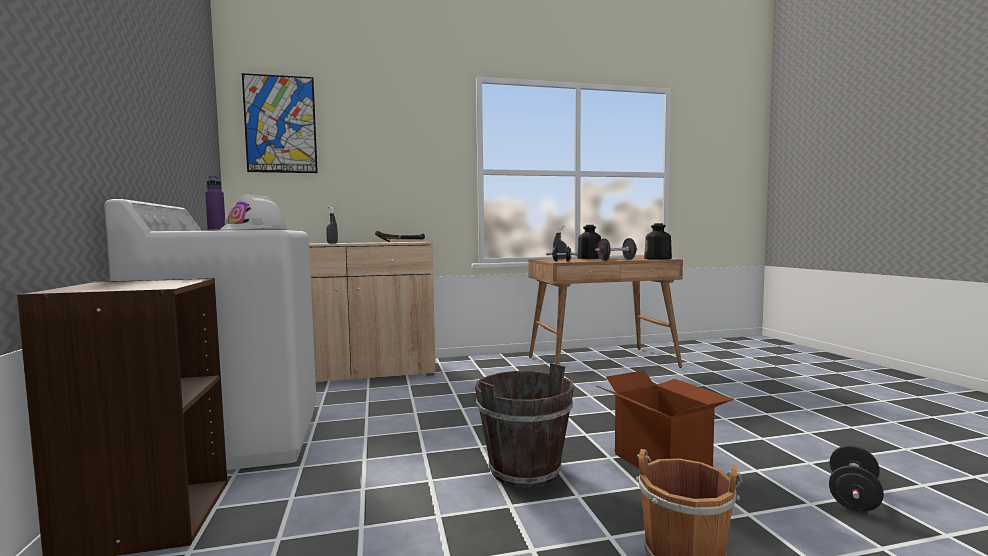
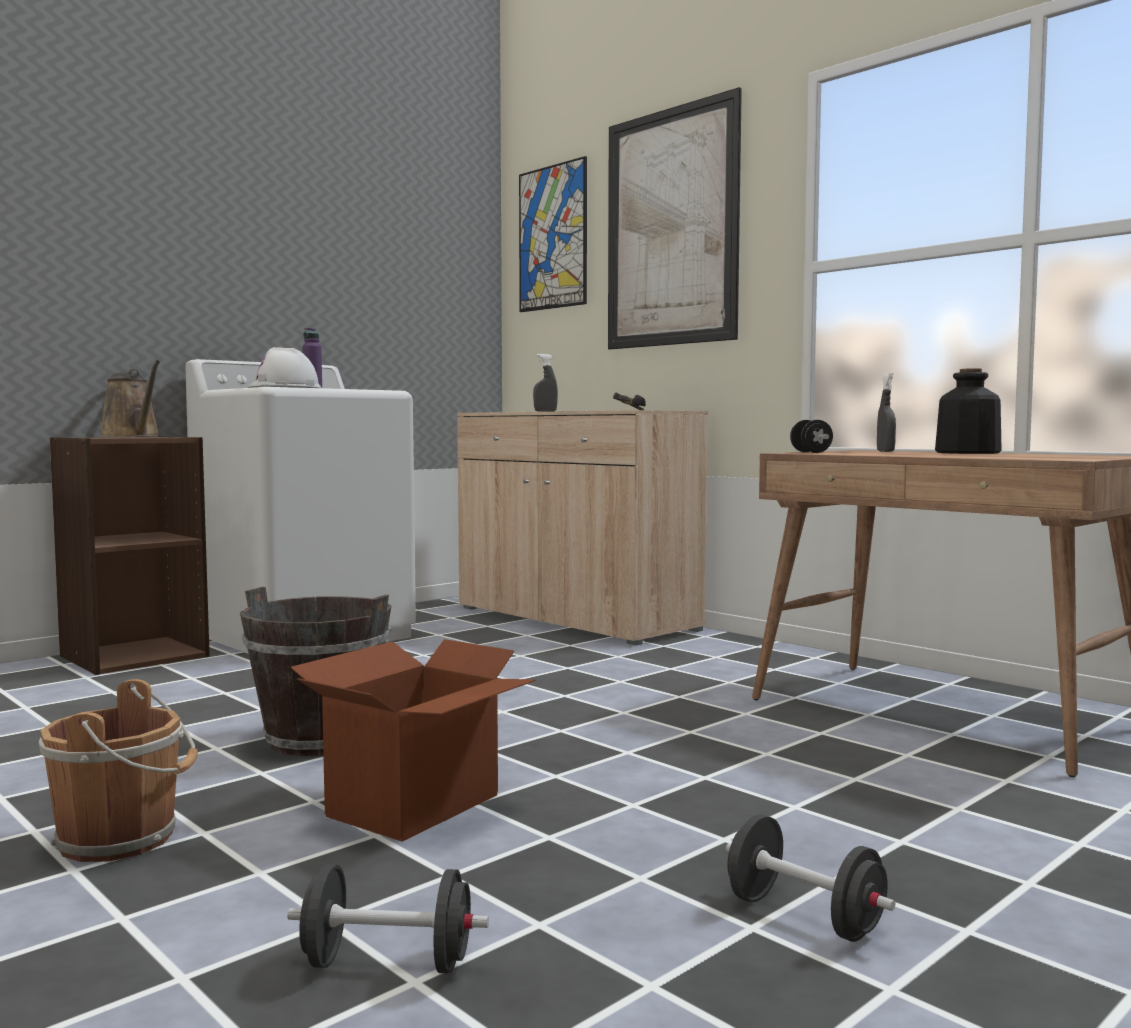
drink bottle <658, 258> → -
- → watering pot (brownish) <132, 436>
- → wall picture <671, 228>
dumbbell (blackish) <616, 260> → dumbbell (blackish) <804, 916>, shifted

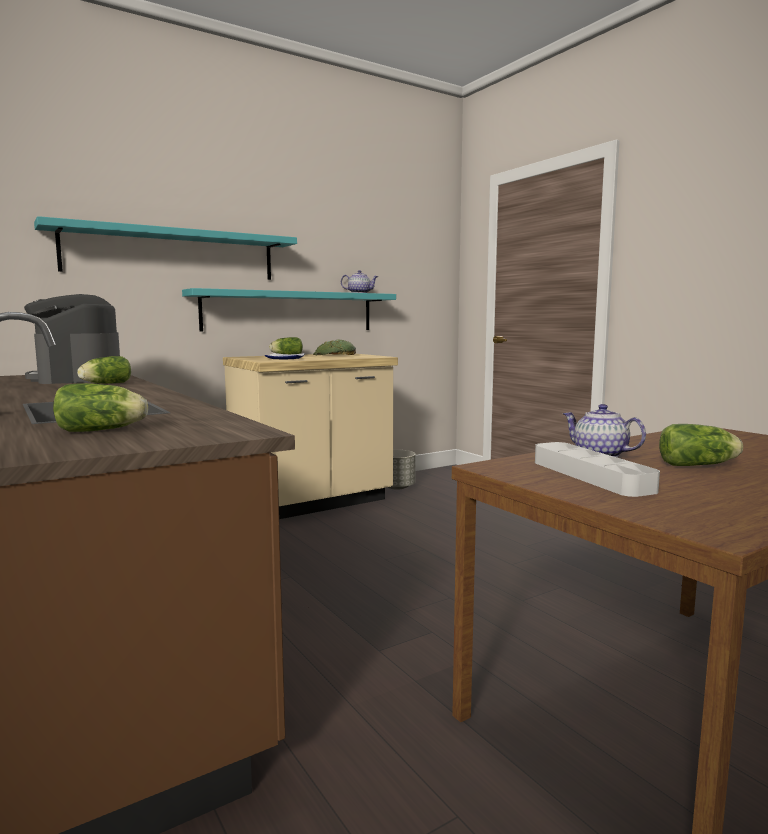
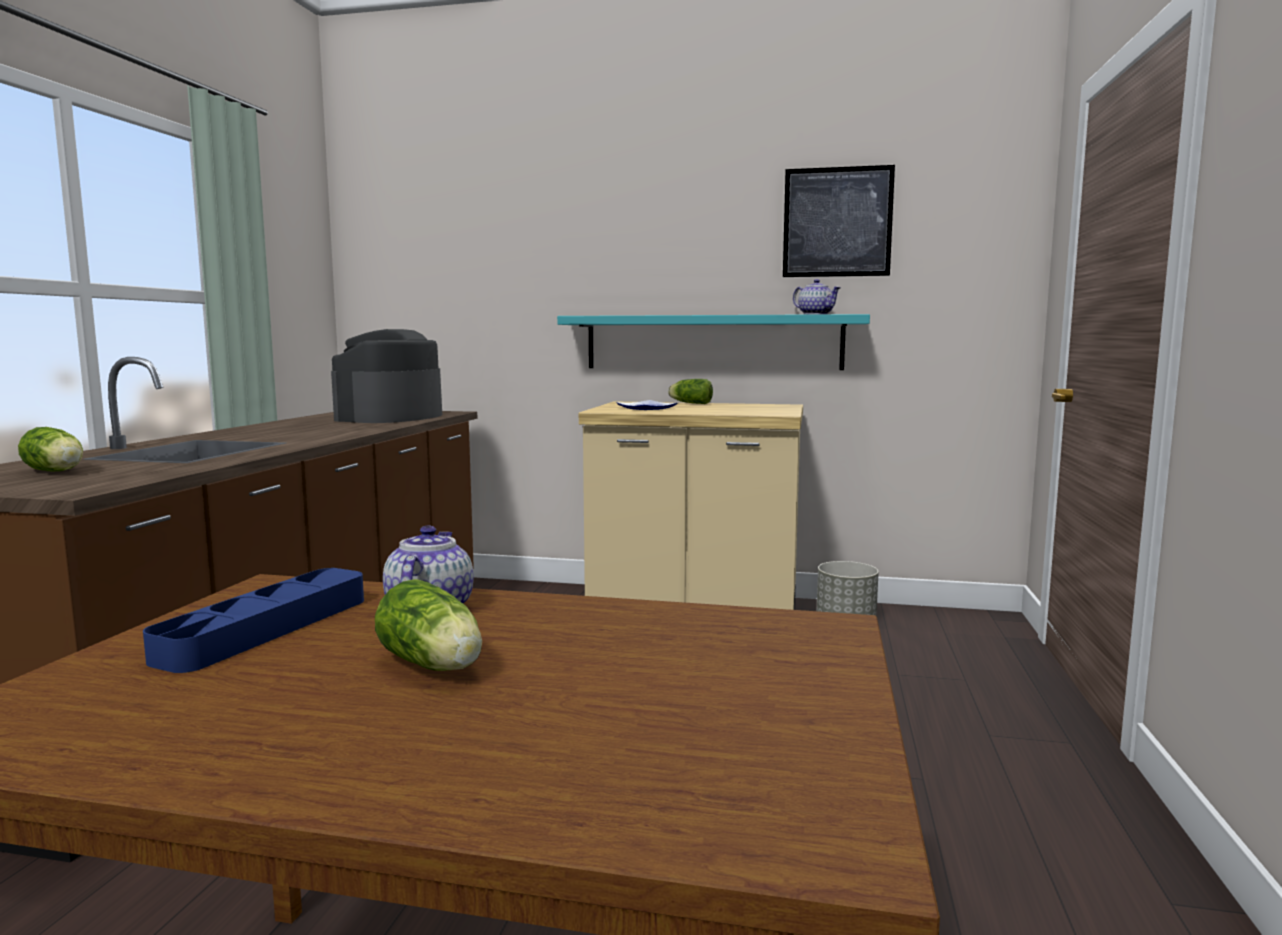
shelf (turquoise) <172, 254> → -
lettuce <104, 384> → -
bakery bread <335, 355> → -
- → wall picture <837, 222>
serving tray (greyish) <590, 475> → serving tray (blue-coloured) <266, 628>

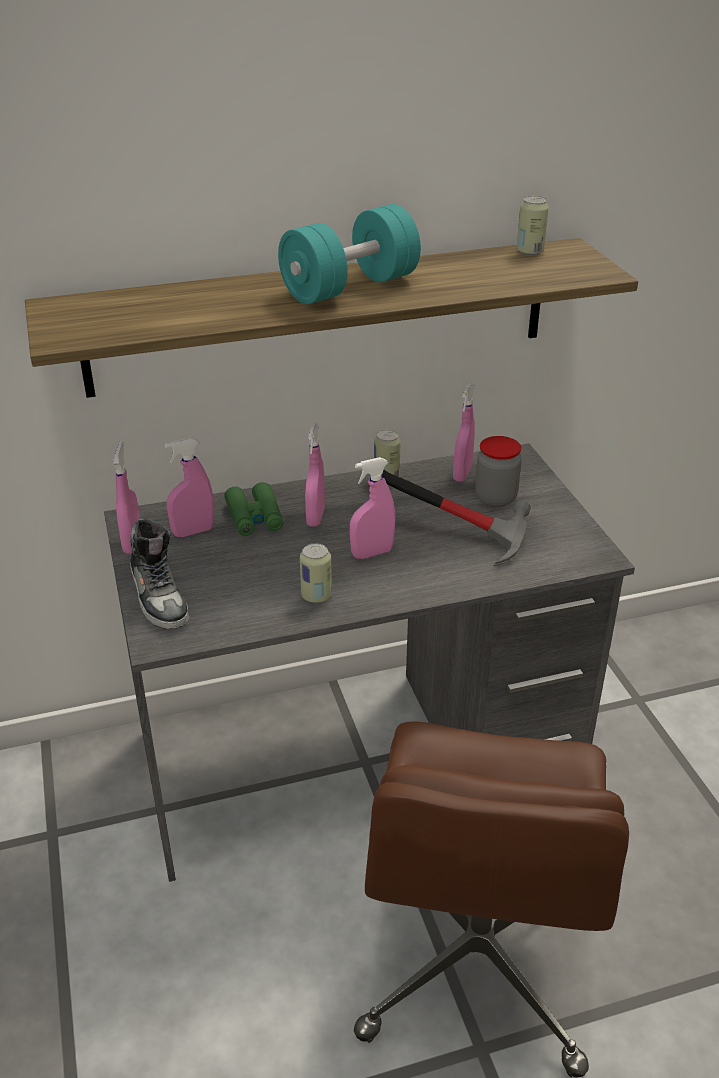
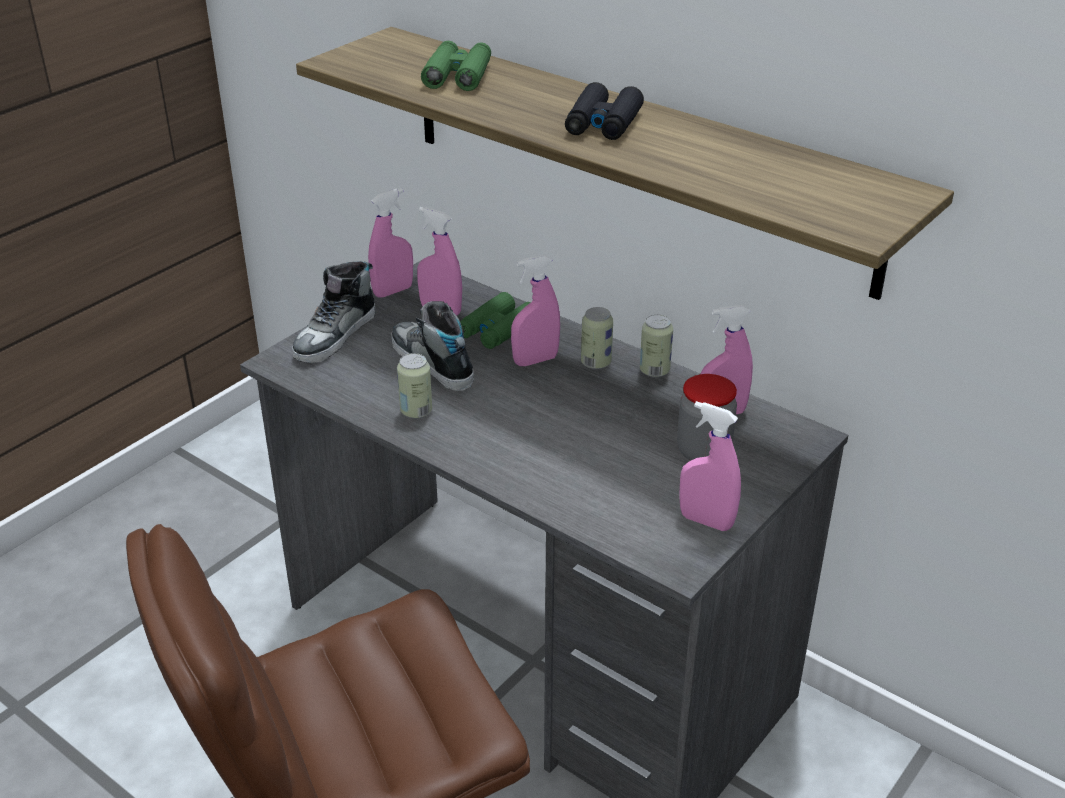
tool hammer <459, 534> → -
- → shoe <432, 363>
- → field glasses (green-coloured) <458, 75>
sprayer (pink) <372, 553> → sprayer (pink) <706, 521>, shifted
metal can <530, 252> → metal can <596, 363>, shifted
dumbbell (turquoise) <350, 287> → field glasses (blackish) <603, 124>

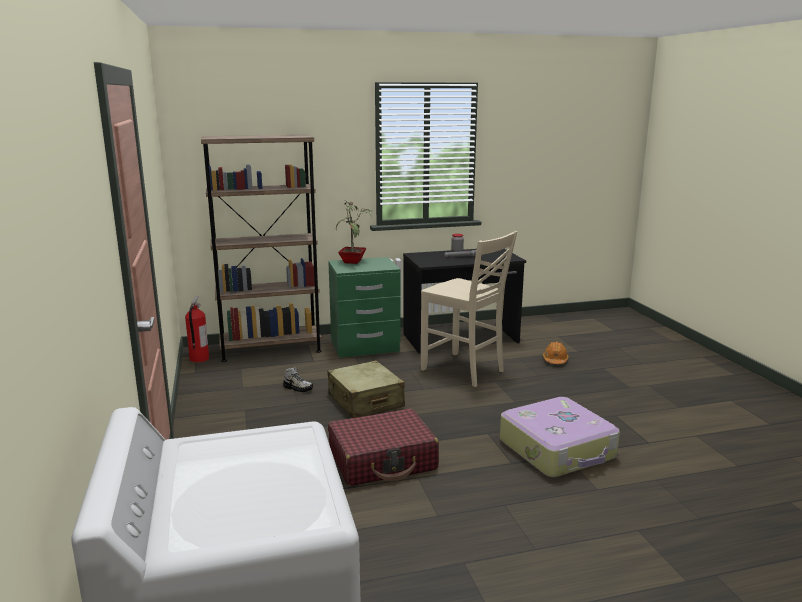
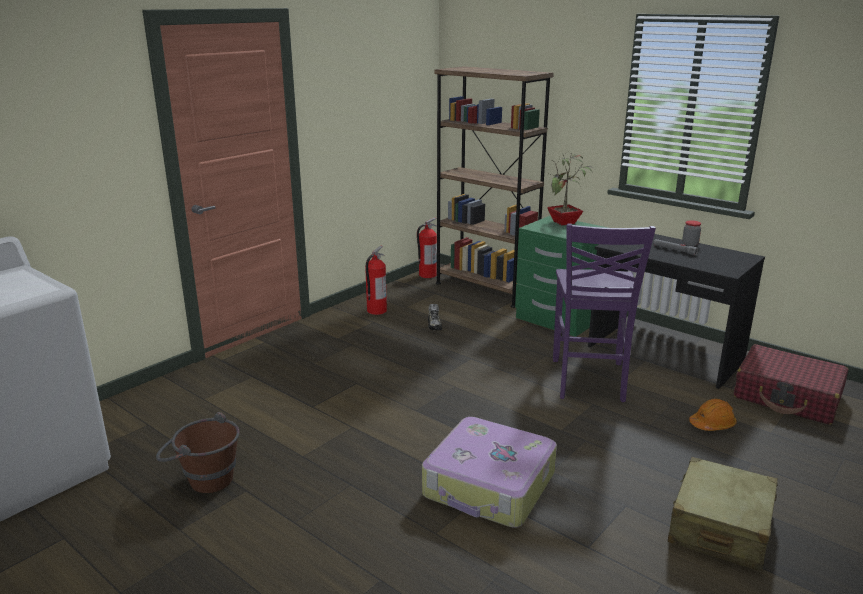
- → water bucket (brownish) <203, 478>
- → fire-fighting cylinder <376, 311>
travel case (sand-coloured) <365, 401> → travel case (sand-coloured) <720, 528>, shifted
travel case (reddish) <383, 460> → travel case (reddish) <787, 397>, shifted
chair (sand-coloured) <464, 370> → chair (purplish) <588, 381>

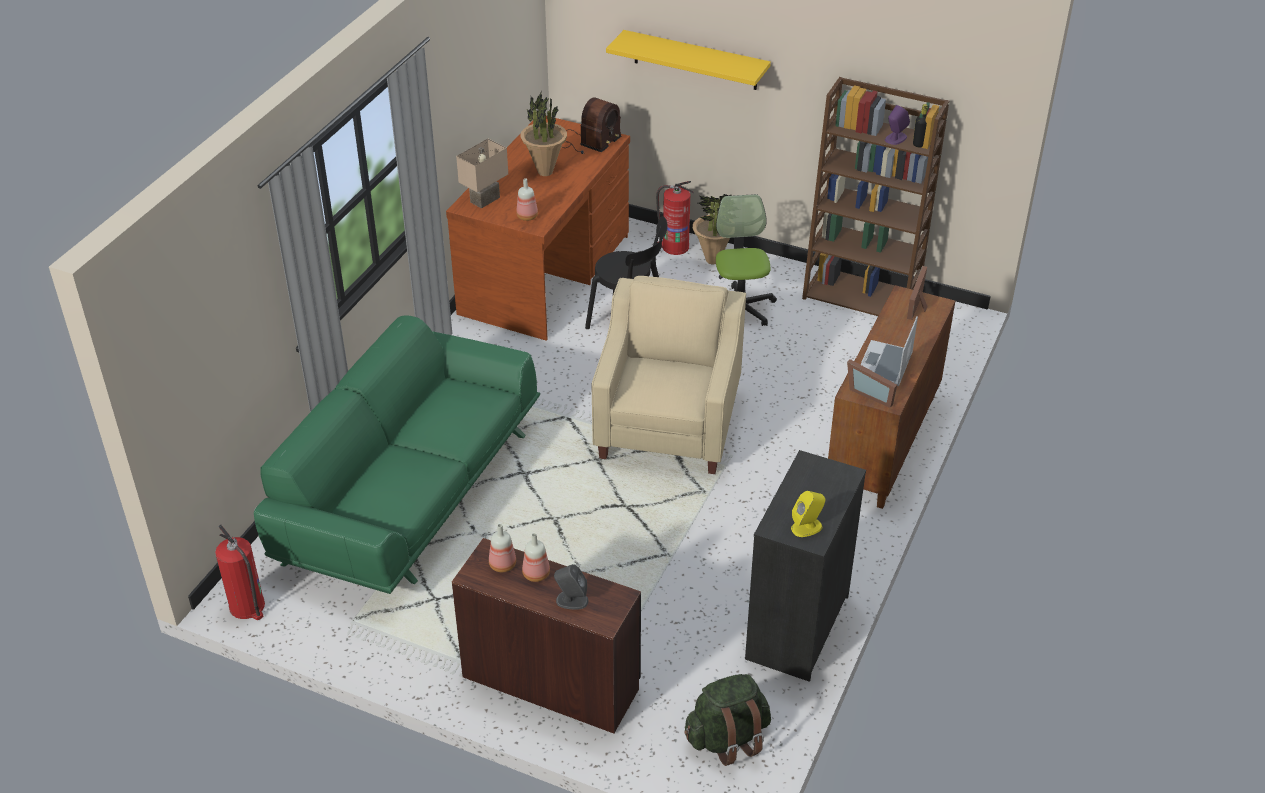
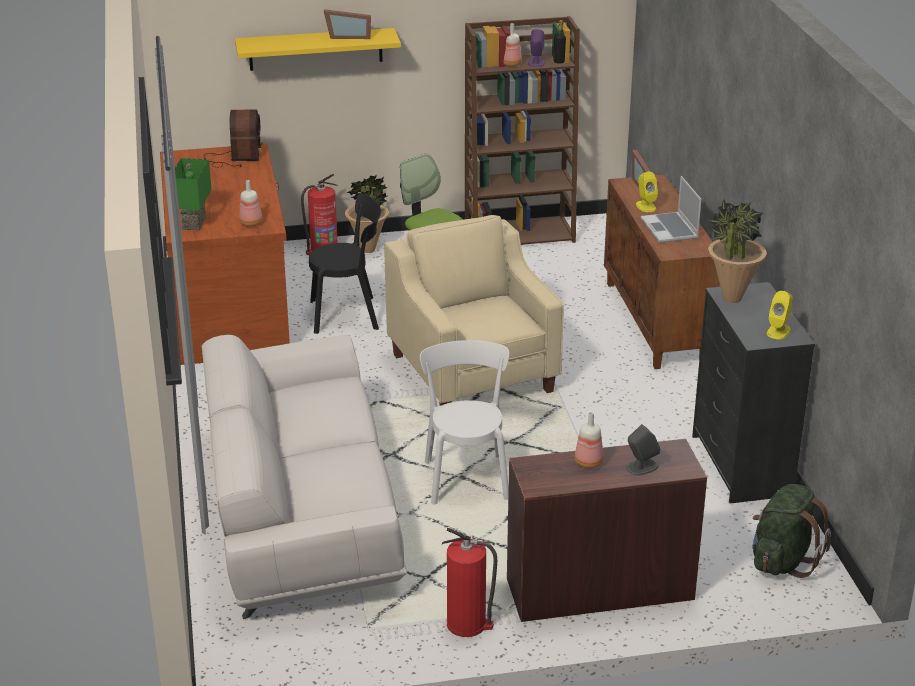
- → chair (whitish) <466, 477>
- → audio speaker (yellow-coloured) <645, 206>
fire-fighting cylinder <247, 607> → fire-fighting cylinder <467, 624>, shifted
drink bottle <502, 565> → drink bottle <511, 64>, shifted
houseplant <545, 172> → houseplant <731, 298>, shifted
picture frame <871, 393> → picture frame <348, 36>, shifted
settee (green-coloured) <409, 492> → settee (whitish) <301, 511>
lamp for a table (sand-coloured) <485, 200> → lamp for a table (green-coloured) <195, 224>

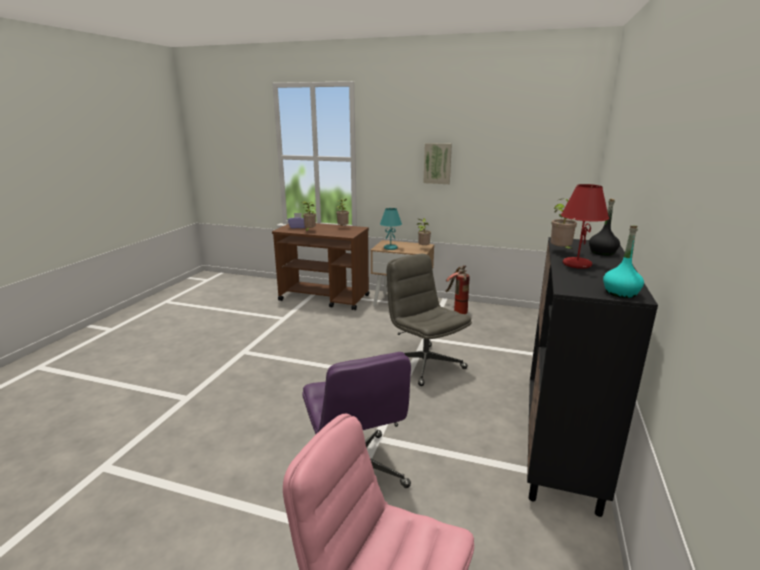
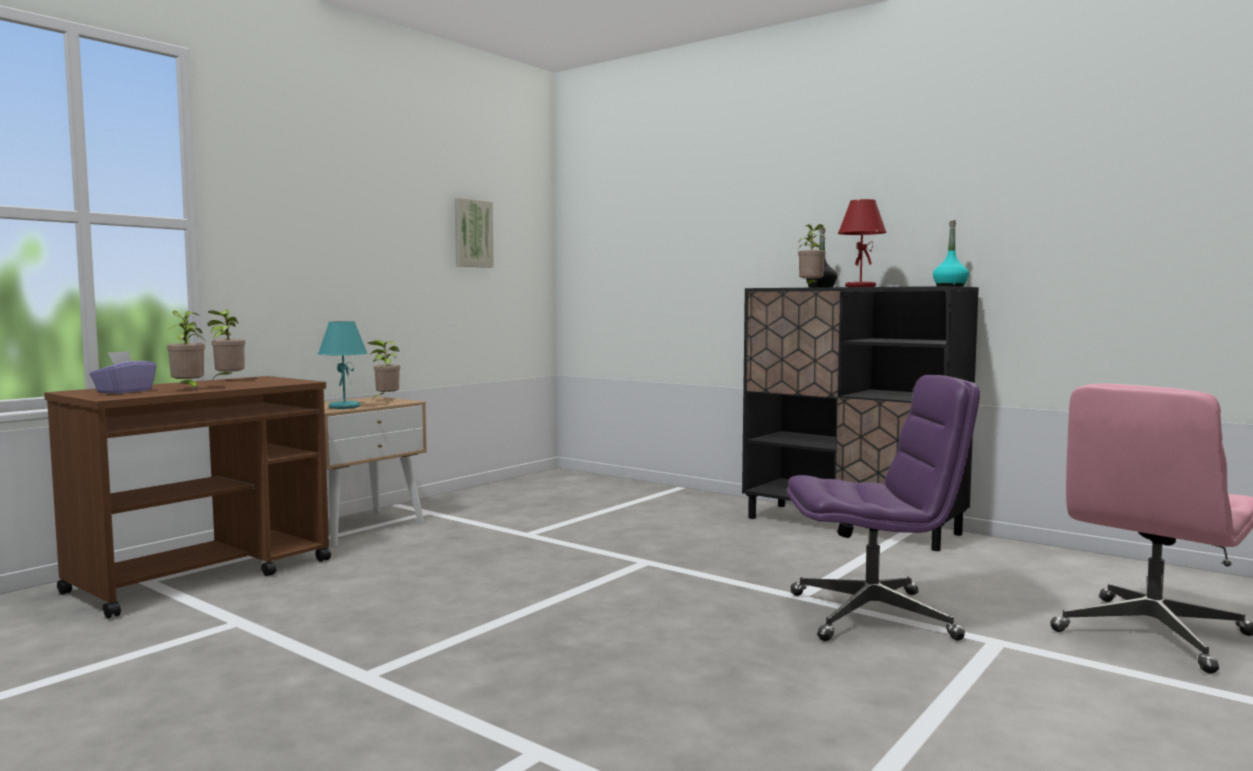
computer chair (greyish) <424, 364> → -
fire-fighting cylinder <456, 310> → -
wall picture <437, 163> → wall picture <472, 233>, shifted

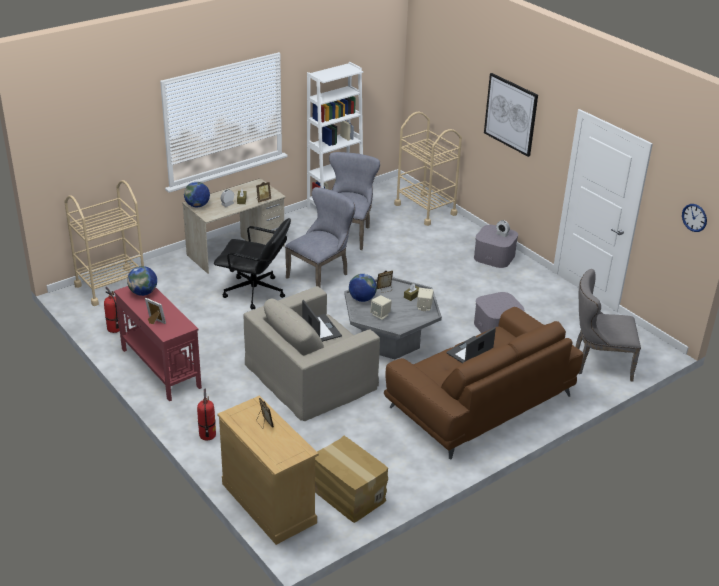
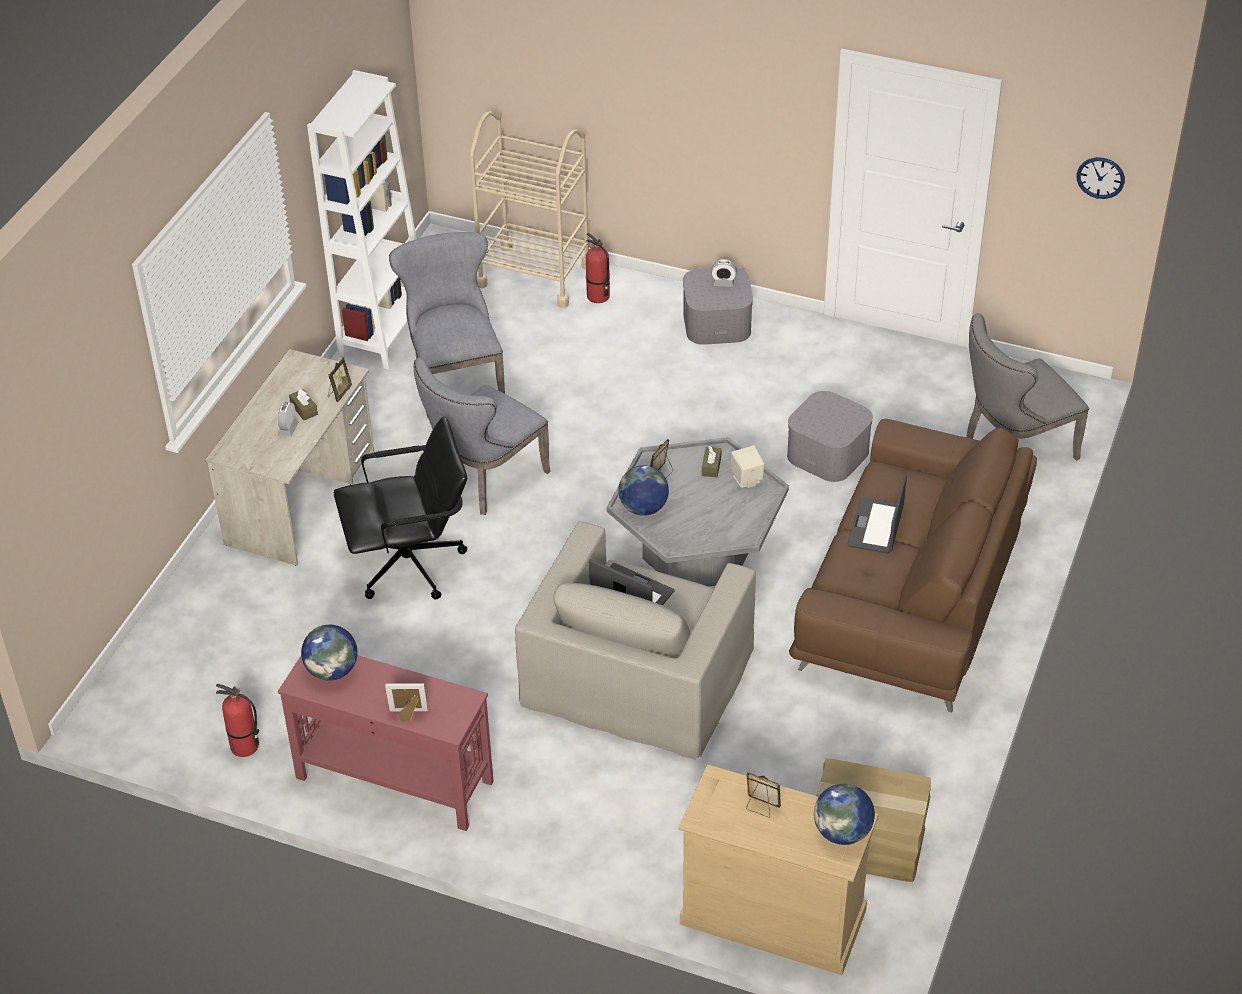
wheeled cart (sand-coloured) <111, 286> → -
audio speaker (sand-coloured) <380, 315> → -
wall picture <510, 114> → -
world globe <197, 205> → world globe <842, 832>, shifted
fire-fighting cylinder <207, 435> → fire-fighting cylinder <598, 296>, shifted
chair (greyish) <321, 275> → chair (greyish) <485, 481>, 150 degrees counterclockwise

